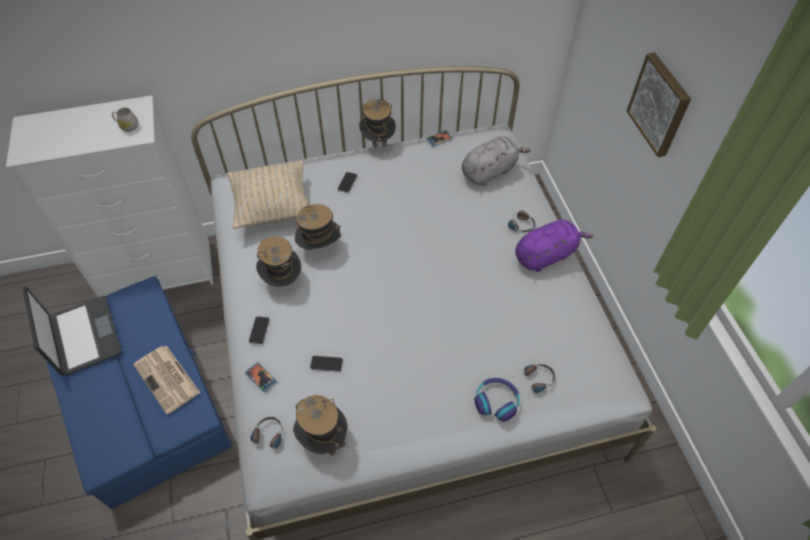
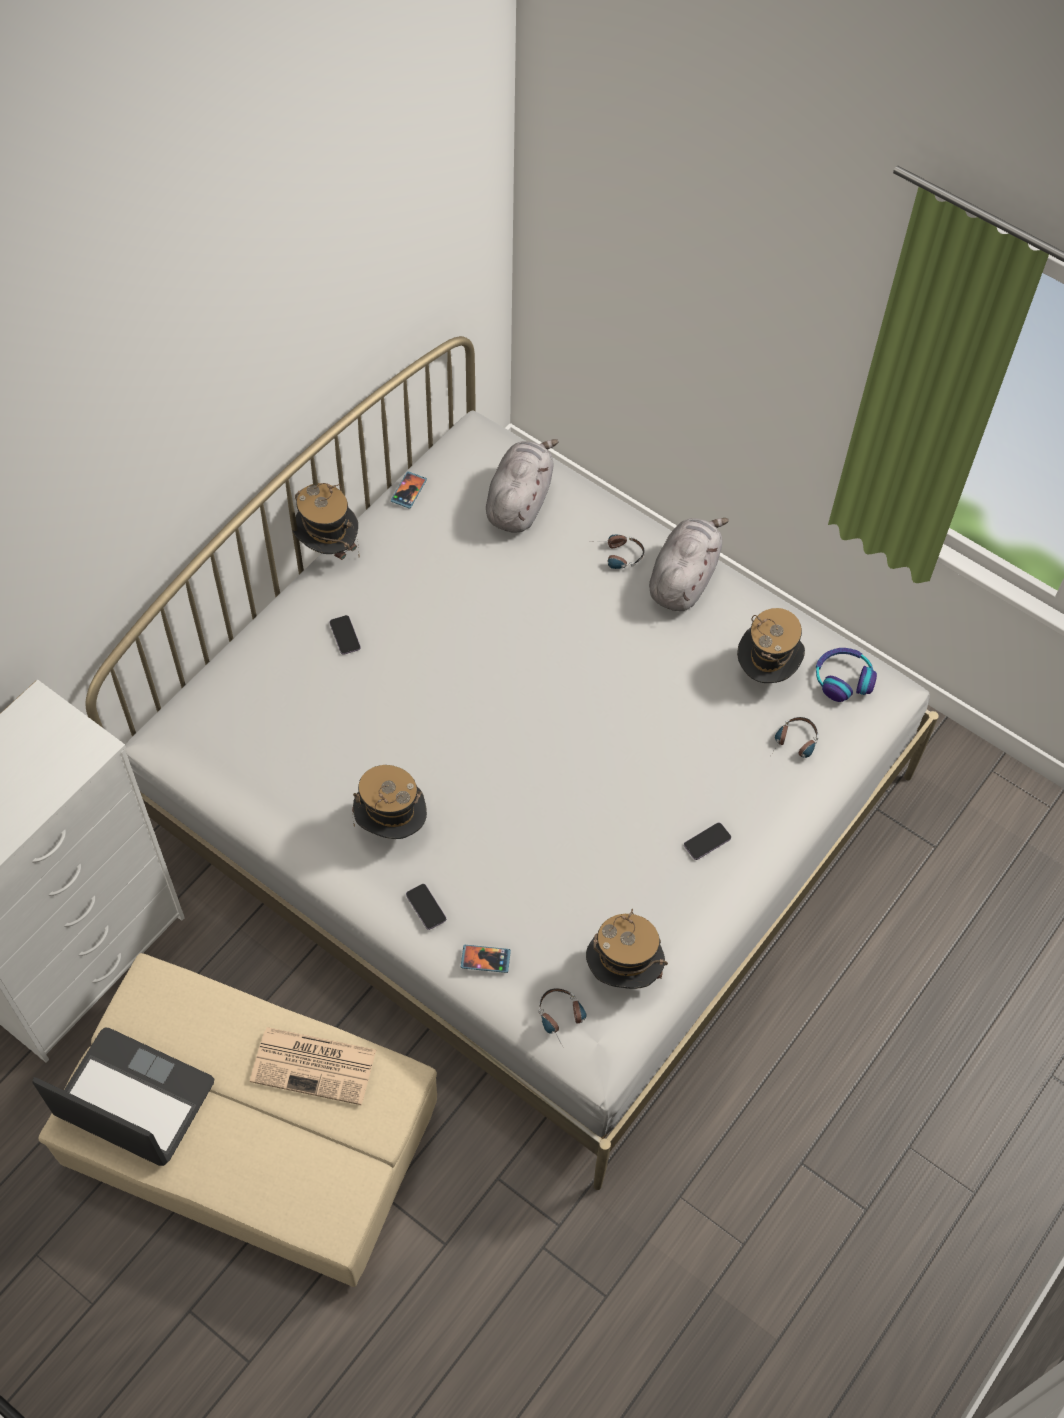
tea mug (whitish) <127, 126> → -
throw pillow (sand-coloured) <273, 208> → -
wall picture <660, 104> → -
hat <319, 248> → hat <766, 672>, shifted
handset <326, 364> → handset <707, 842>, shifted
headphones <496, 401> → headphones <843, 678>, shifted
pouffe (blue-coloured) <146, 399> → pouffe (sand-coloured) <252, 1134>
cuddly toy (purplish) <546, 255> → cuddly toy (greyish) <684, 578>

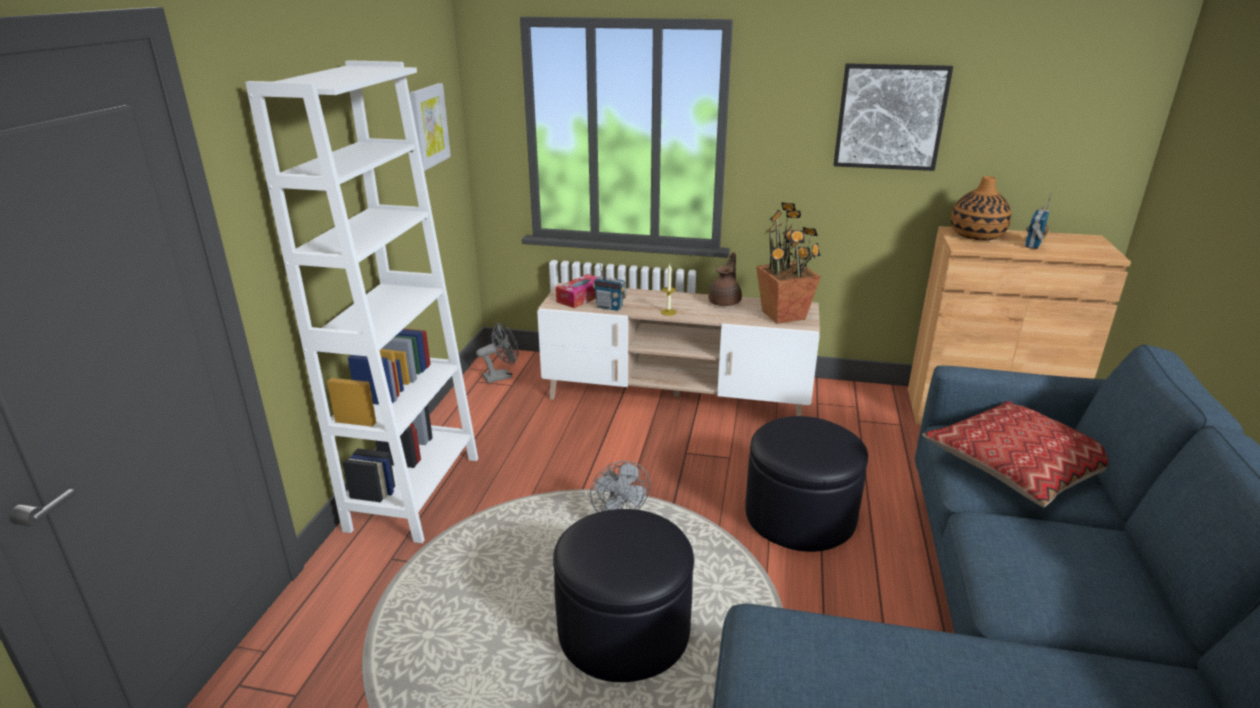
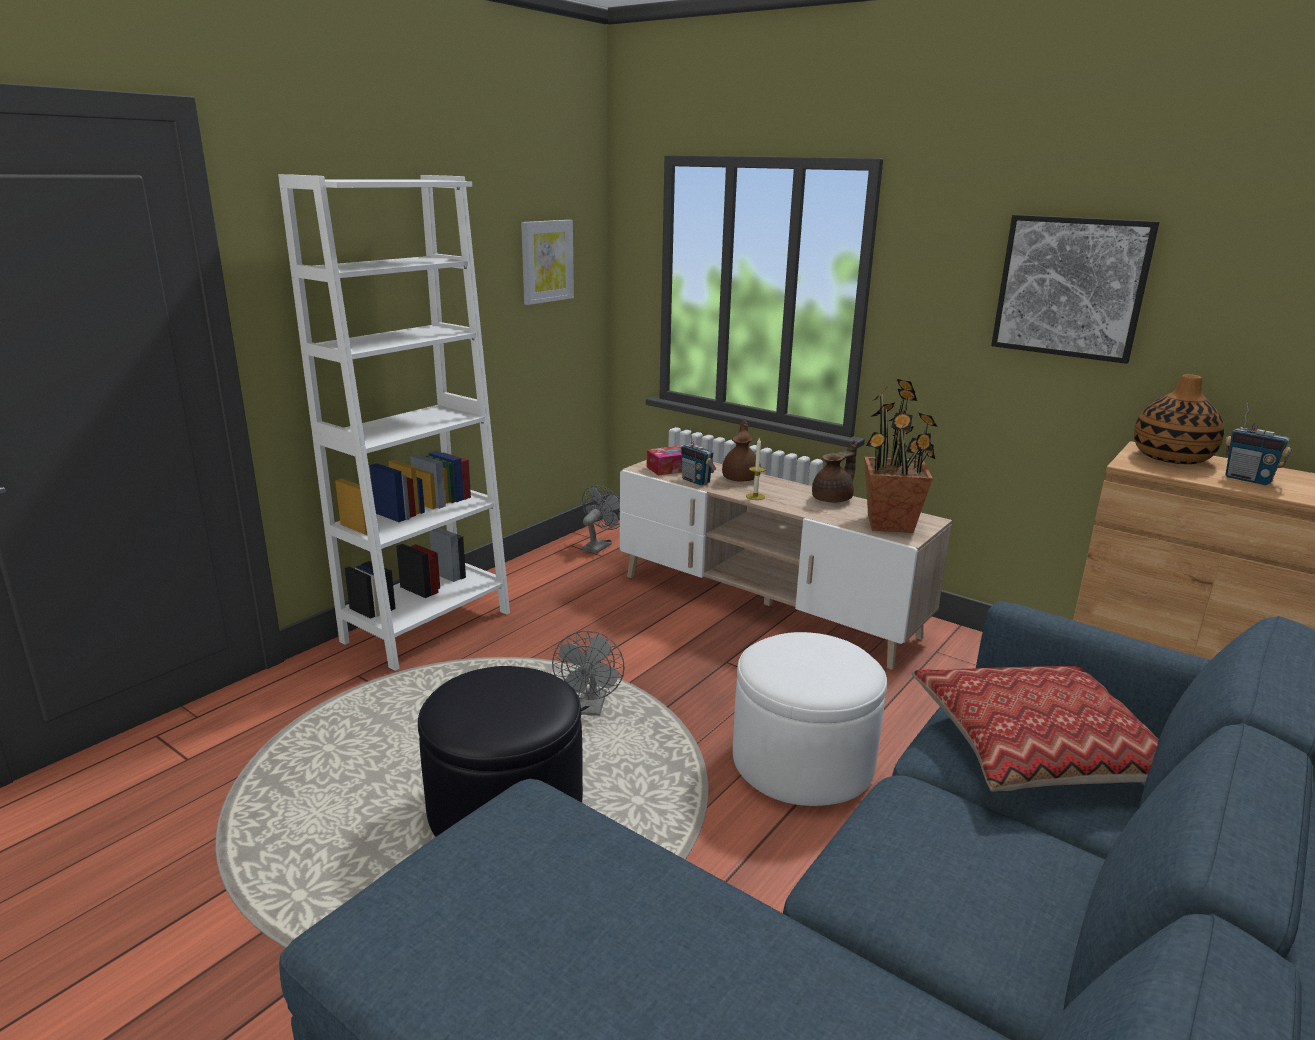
- → tea pot (brownish) <741, 477>
pouffe (blackish) <800, 516> → pouffe (whitish) <802, 761>
fan (greyish) <502, 376> → fan (greyish) <599, 546>, 60 degrees counterclockwise
radio <1033, 245> → radio <1248, 479>, 105 degrees counterclockwise

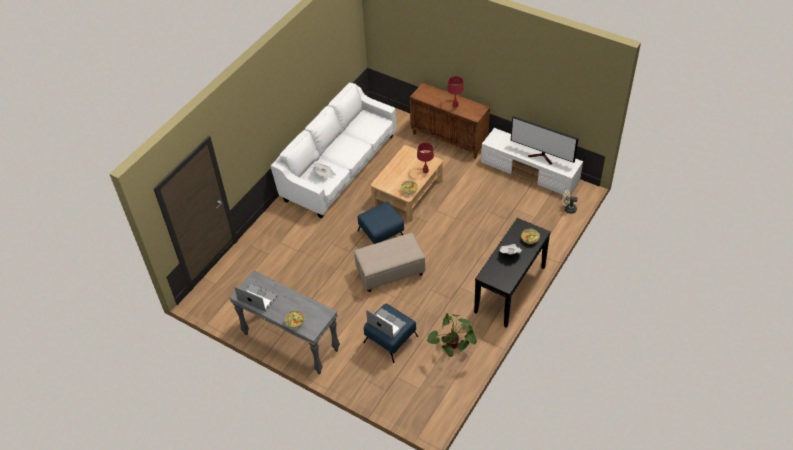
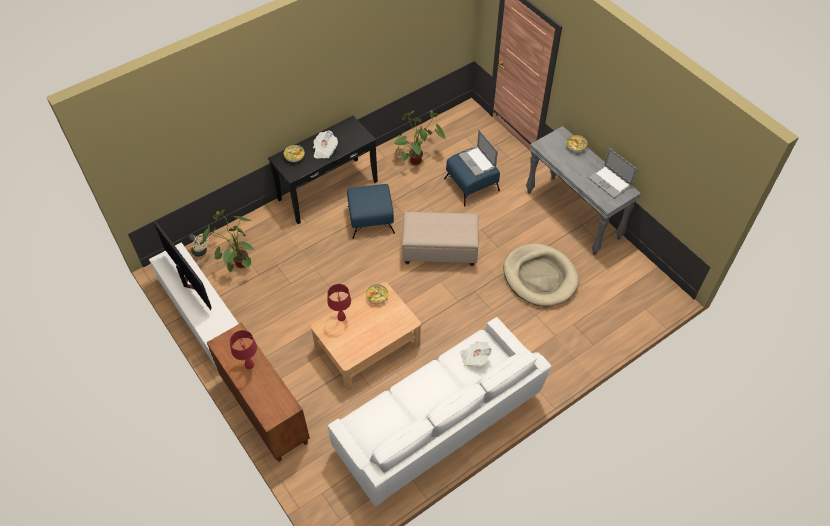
- → houseplant <236, 260>
- → dog bed (sand-coloured) <540, 277>
pouffe (blue-coloured) <381, 234> → pouffe (blue-coloured) <371, 219>, shifted

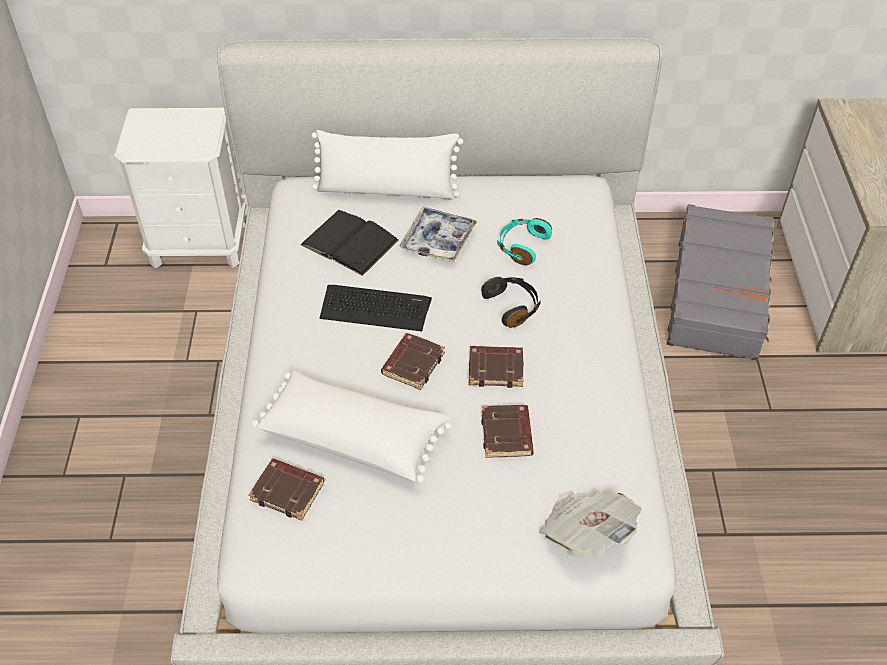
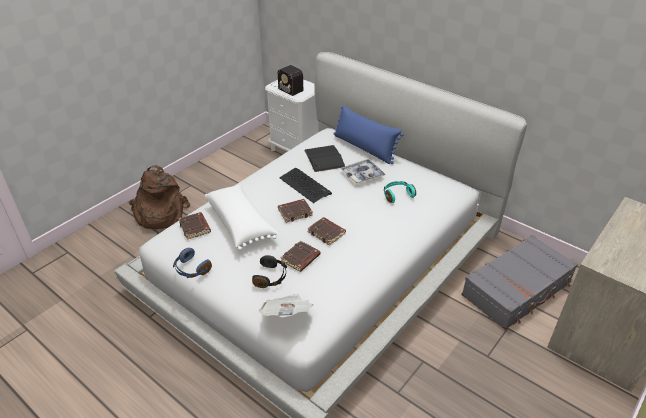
- → backpack (brownish) <159, 214>
- → headphones (blue-coloured) <191, 269>
- → radio <286, 86>
headphones (blackish) <512, 306> → headphones (blackish) <271, 277>, shifted
throw pillow (whitish) <387, 190> → throw pillow (blue-coloured) <364, 148>

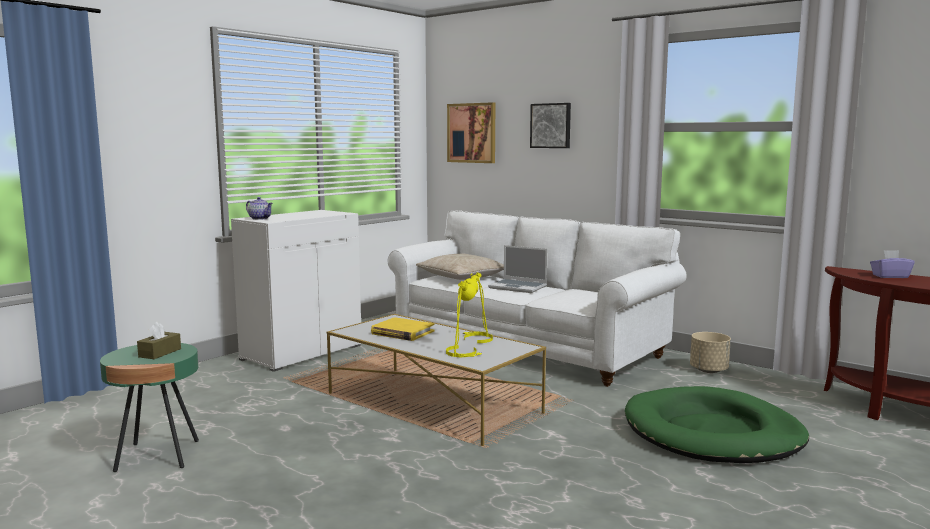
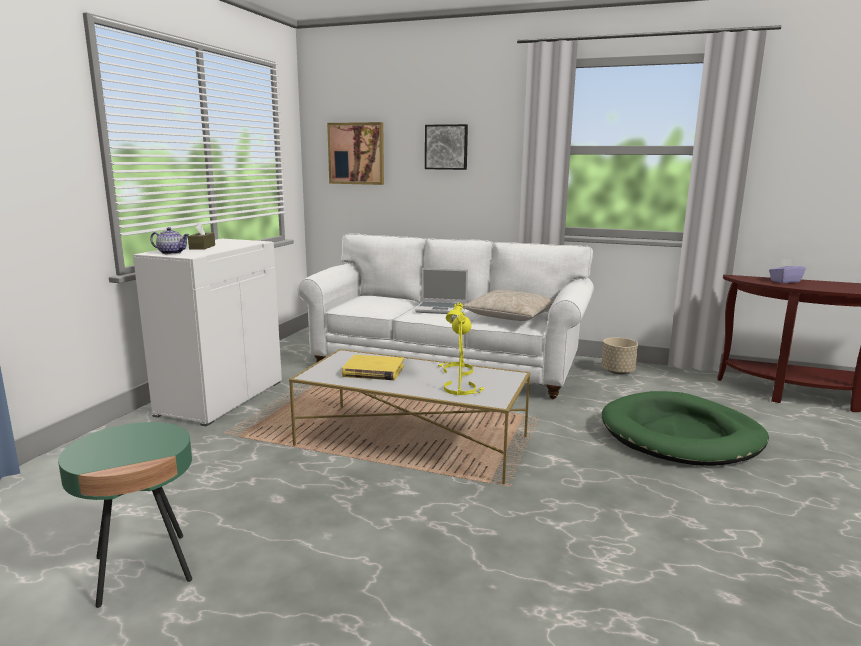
box of tissues (brownish) <160, 353> → box of tissues (brownish) <202, 247>, shifted
throw pillow (sand-coloured) <461, 276> → throw pillow (sand-coloured) <509, 316>, shifted

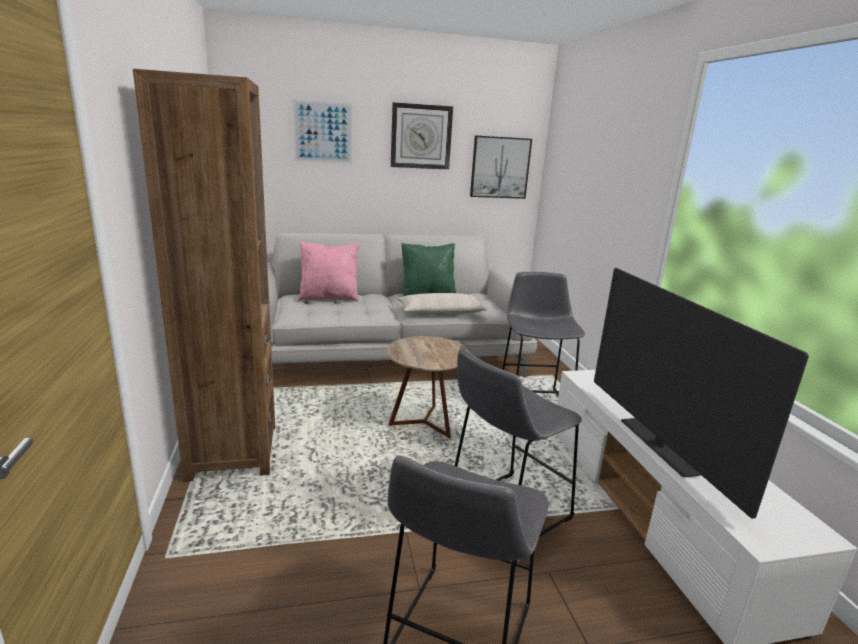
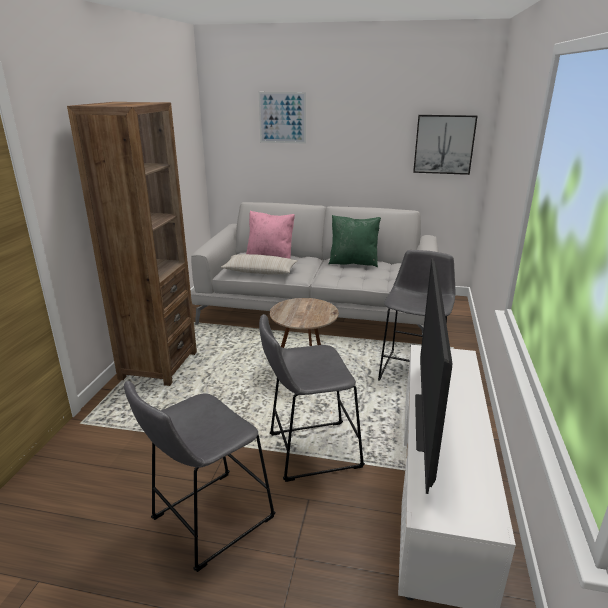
hanging clock <421, 136> → -
throw pillow (sand-coloured) <441, 313> → throw pillow (sand-coloured) <259, 271>, shifted

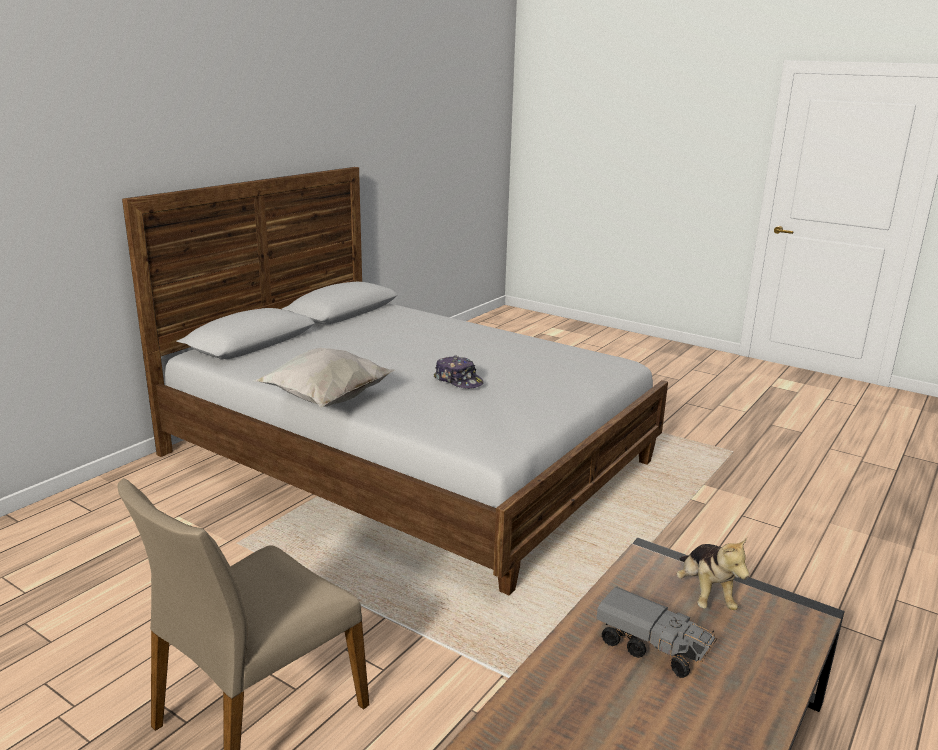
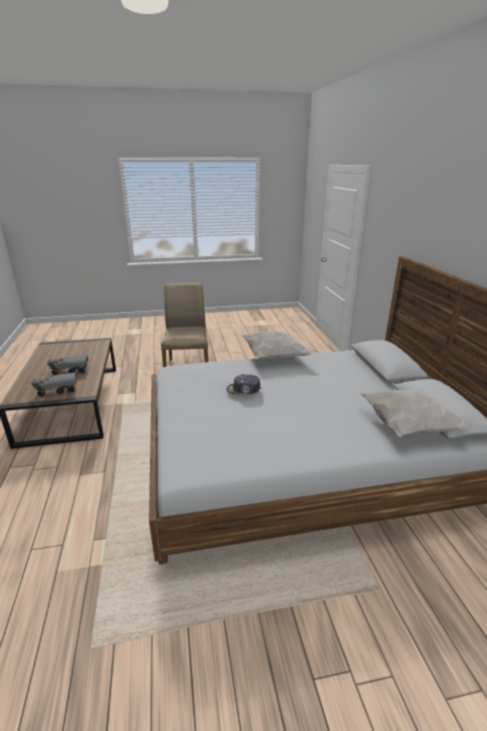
- → throw pillow (whitish) <406, 426>
cuddly toy <705, 594> → toy truck <57, 391>

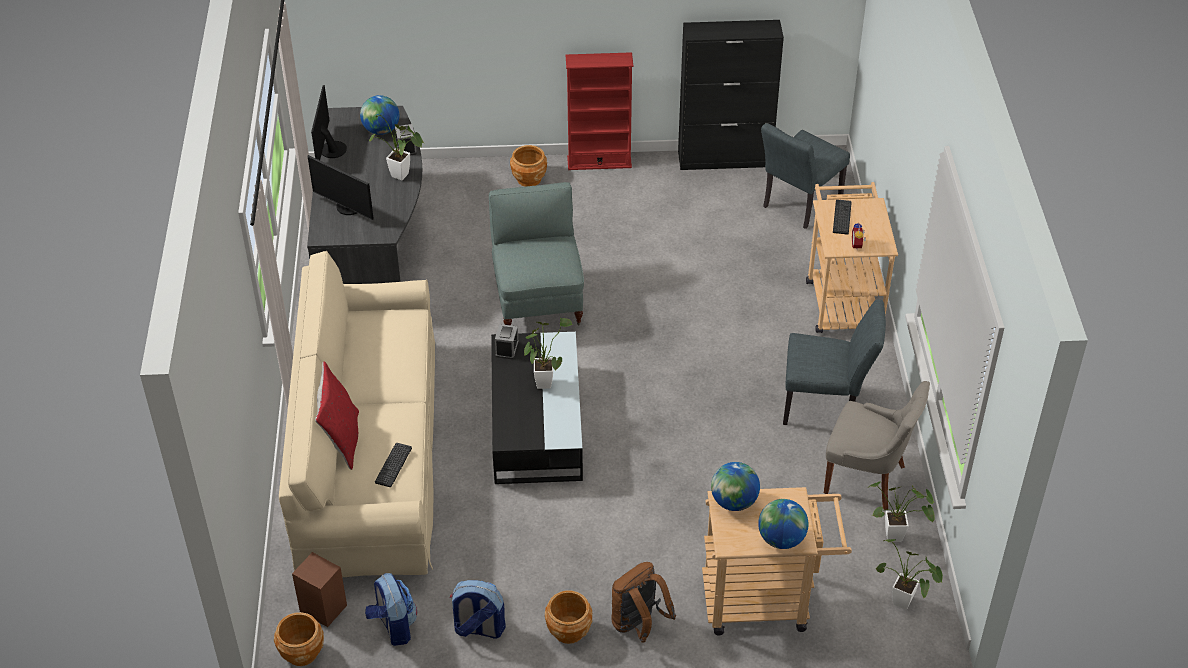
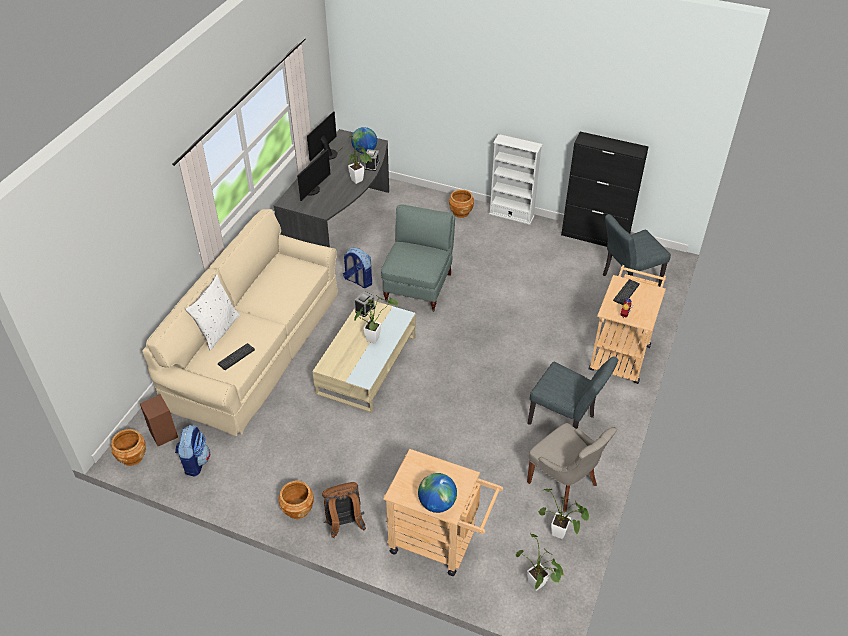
world globe <734, 502> → -
backpack <478, 628> → backpack <358, 281>, shifted
throw pillow (reddish) <341, 440> → throw pillow (whitish) <217, 330>
lounge table (blackish) <536, 423> → lounge table (sand-coloured) <367, 364>
shelving unit (reddish) <599, 162> → shelving unit (whitish) <511, 215>
computer screen <348, 208> → computer screen <312, 190>, 120 degrees counterclockwise

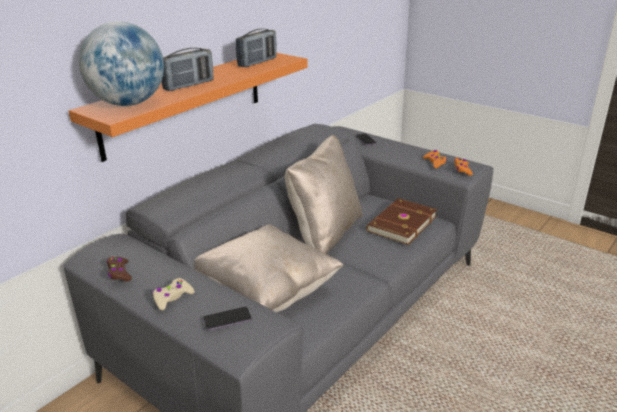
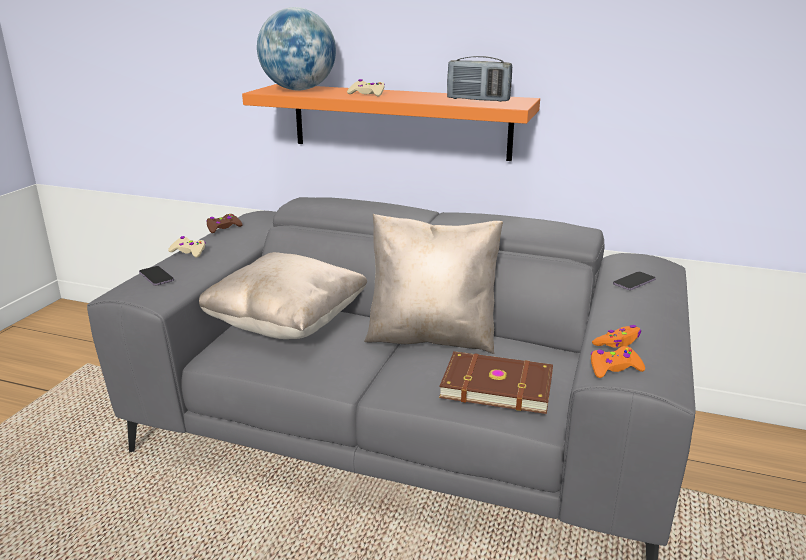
radio <189, 85> → gamepad (sand-coloured) <367, 94>

